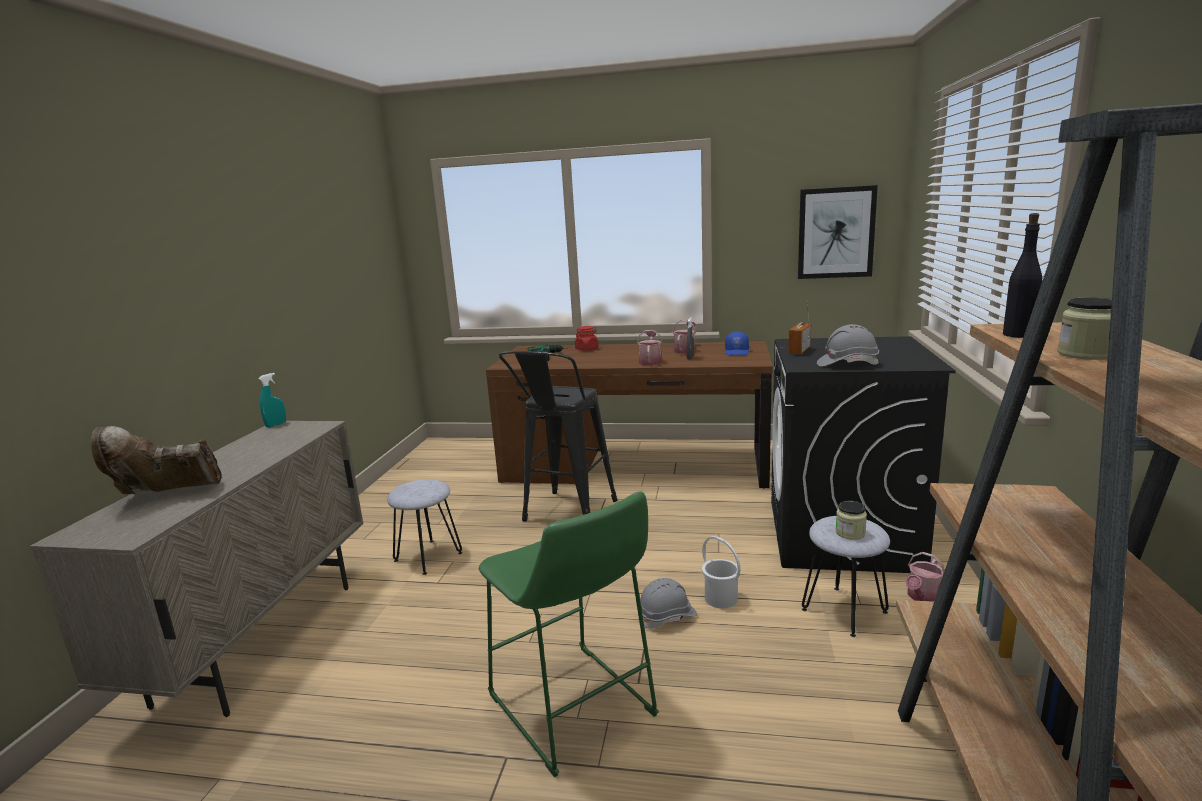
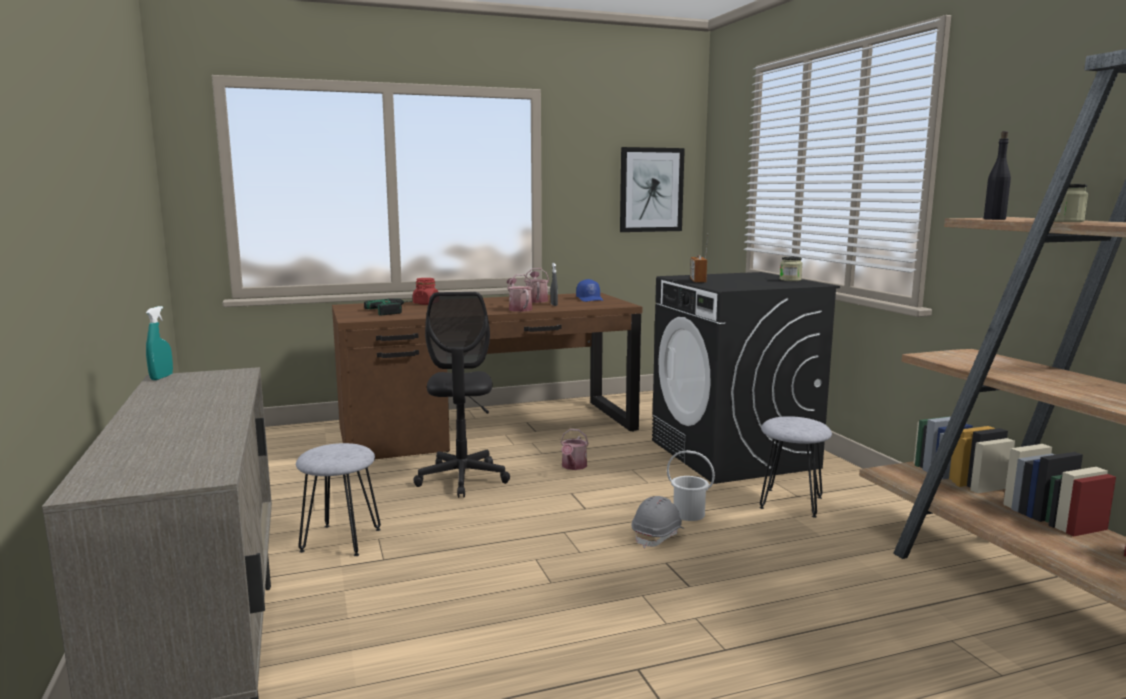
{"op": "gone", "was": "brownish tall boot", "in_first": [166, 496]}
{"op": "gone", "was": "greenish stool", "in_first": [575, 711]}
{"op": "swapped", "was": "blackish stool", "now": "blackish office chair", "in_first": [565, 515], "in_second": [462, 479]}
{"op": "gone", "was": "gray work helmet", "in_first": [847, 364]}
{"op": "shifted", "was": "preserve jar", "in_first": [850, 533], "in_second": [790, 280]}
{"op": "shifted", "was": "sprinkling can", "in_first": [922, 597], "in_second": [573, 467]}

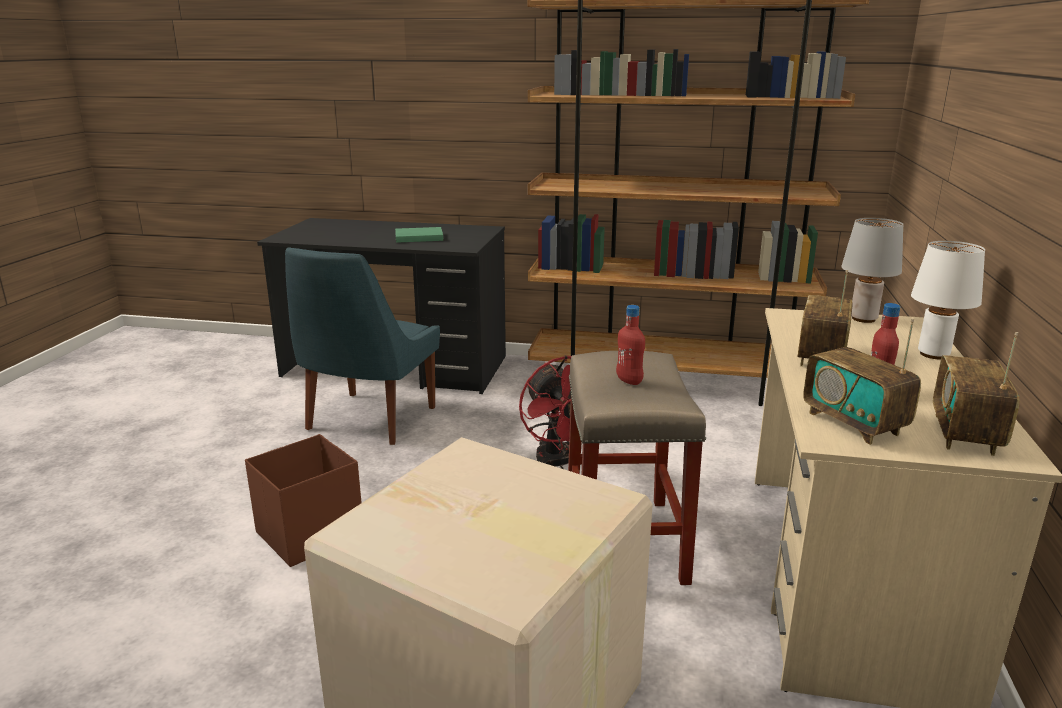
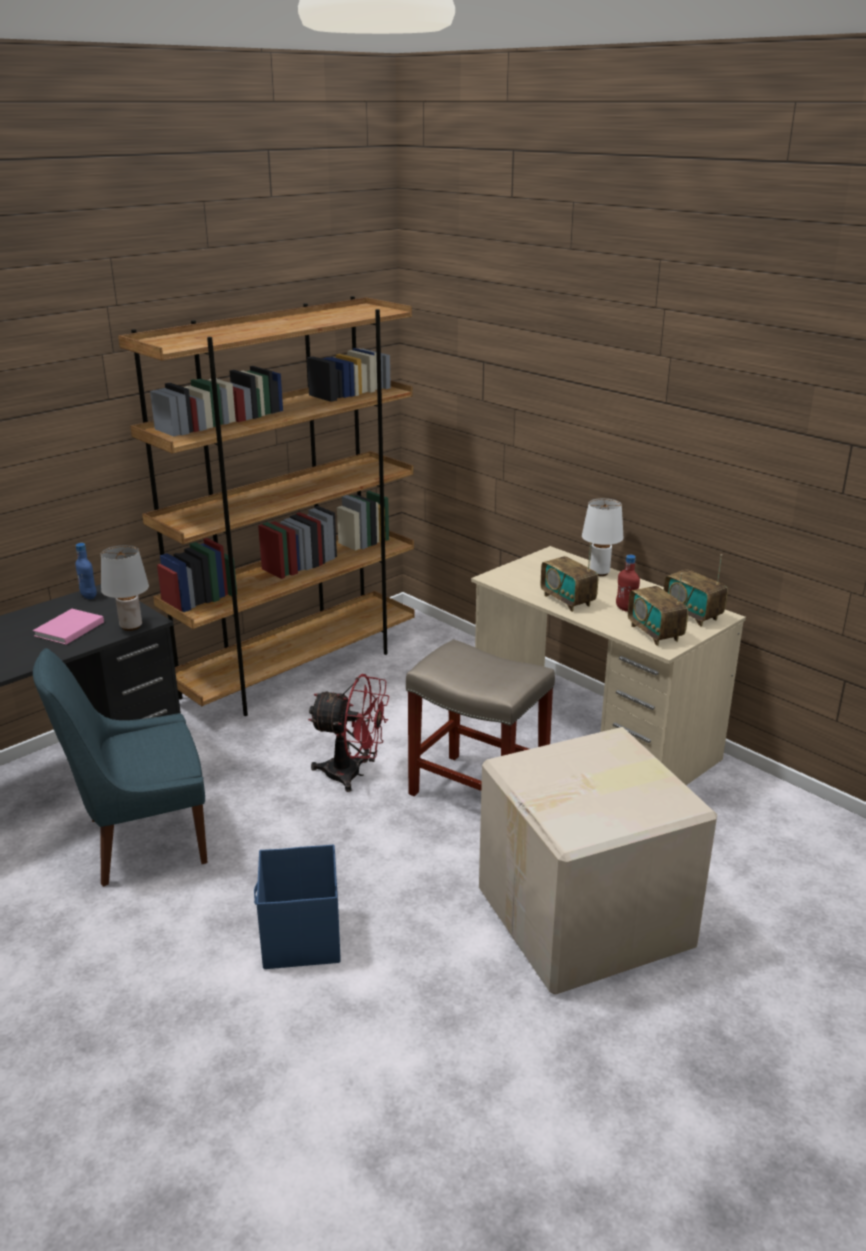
{"op": "repainted", "was": "brownish storage container", "now": "bluish storage container", "in_first": [308, 534], "in_second": [301, 939]}
{"op": "rotated", "was": "bluish chair", "in_first": [368, 420], "in_second": [141, 842], "clockwise": 105}
{"op": "repainted", "was": "greenish book", "now": "pink book", "in_first": [417, 237], "in_second": [67, 629]}
{"op": "gone", "was": "reddish bottle", "in_first": [629, 381]}
{"op": "rotated", "was": "radio set", "in_first": [854, 424], "in_second": [655, 633], "clockwise": 60}
{"op": "shifted", "was": "gray table lamp", "in_first": [864, 319], "in_second": [131, 626]}
{"op": "new", "now": "bluish bottle", "in_second": [89, 596]}

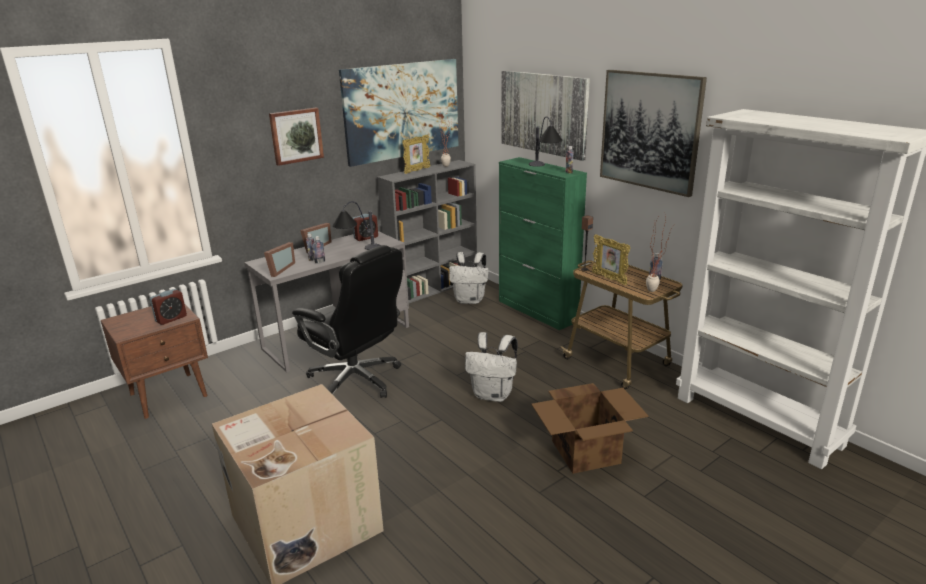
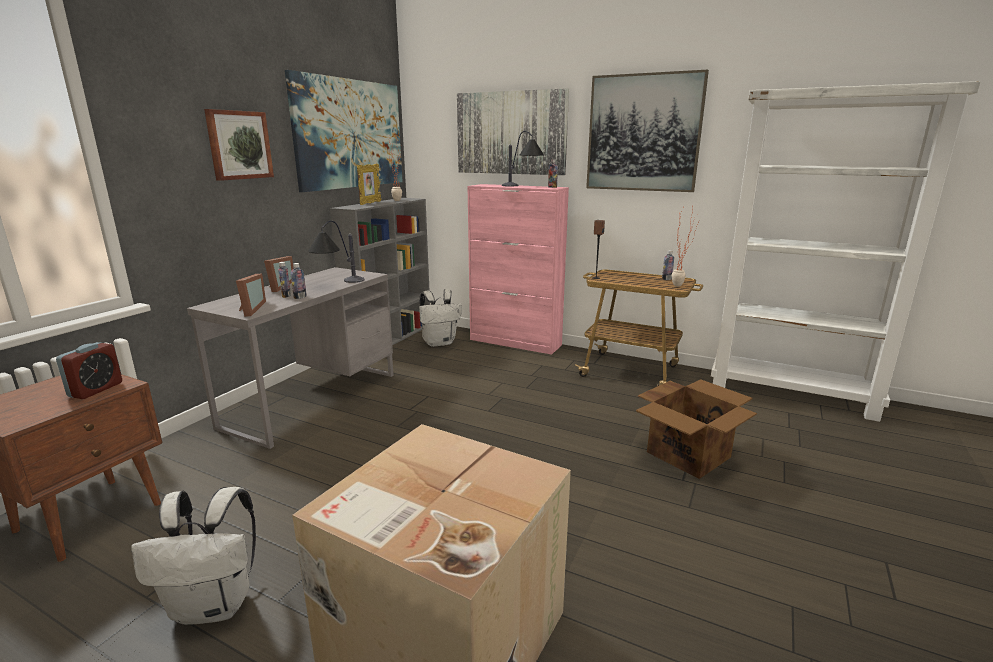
{"op": "gone", "was": "blackish office chair", "in_first": [356, 380]}
{"op": "gone", "was": "alarm clock", "in_first": [366, 238]}
{"op": "shifted", "was": "whitish backpack", "in_first": [493, 395], "in_second": [215, 605]}
{"op": "repainted", "was": "greenish cabinet", "now": "pink cabinet", "in_first": [537, 311], "in_second": [515, 342]}
{"op": "gone", "was": "picture frame", "in_first": [609, 279]}

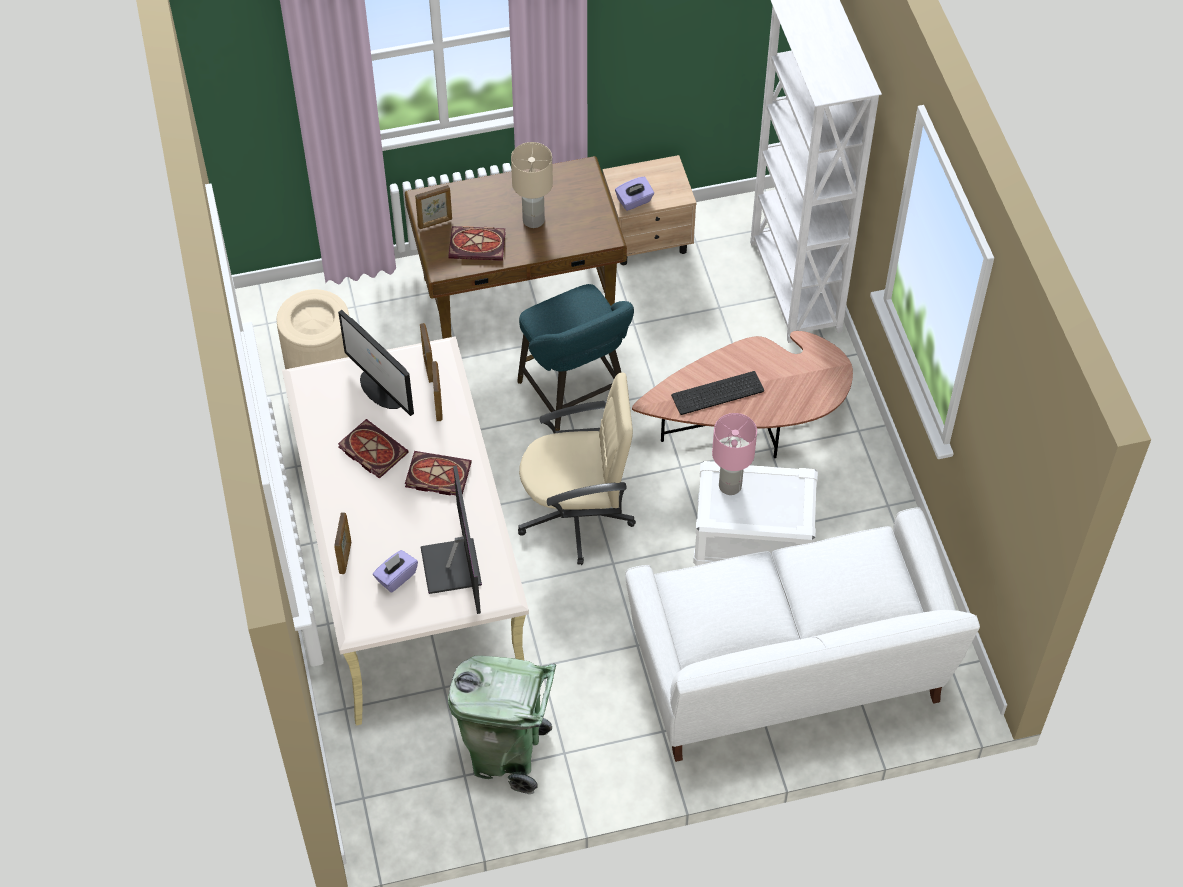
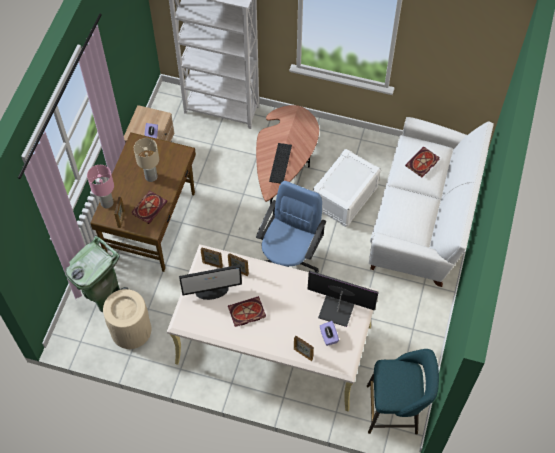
{"op": "shifted", "was": "book", "in_first": [436, 476], "in_second": [422, 163]}
{"op": "shifted", "was": "greenish rubbish bin", "in_first": [506, 755], "in_second": [103, 294]}
{"op": "shifted", "was": "blue-green stool", "in_first": [576, 399], "in_second": [396, 409]}
{"op": "repainted", "was": "beige-coloured office chair", "now": "bluish office chair", "in_first": [577, 515], "in_second": [289, 260]}
{"op": "shifted", "was": "pink table lamp", "in_first": [730, 486], "in_second": [107, 203]}

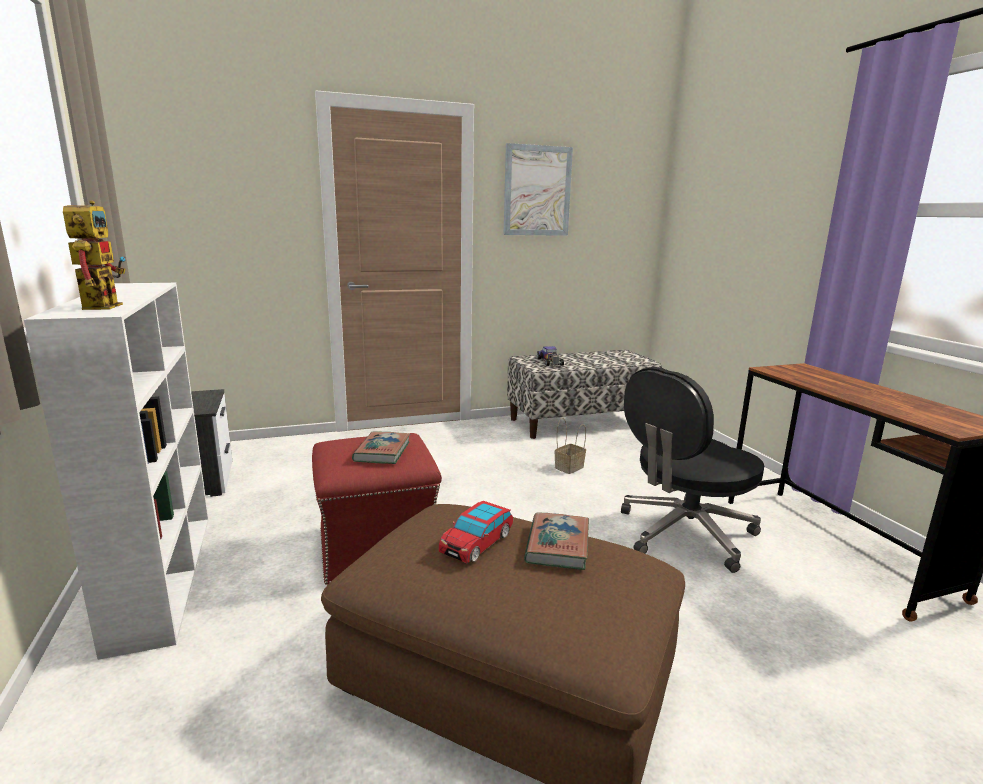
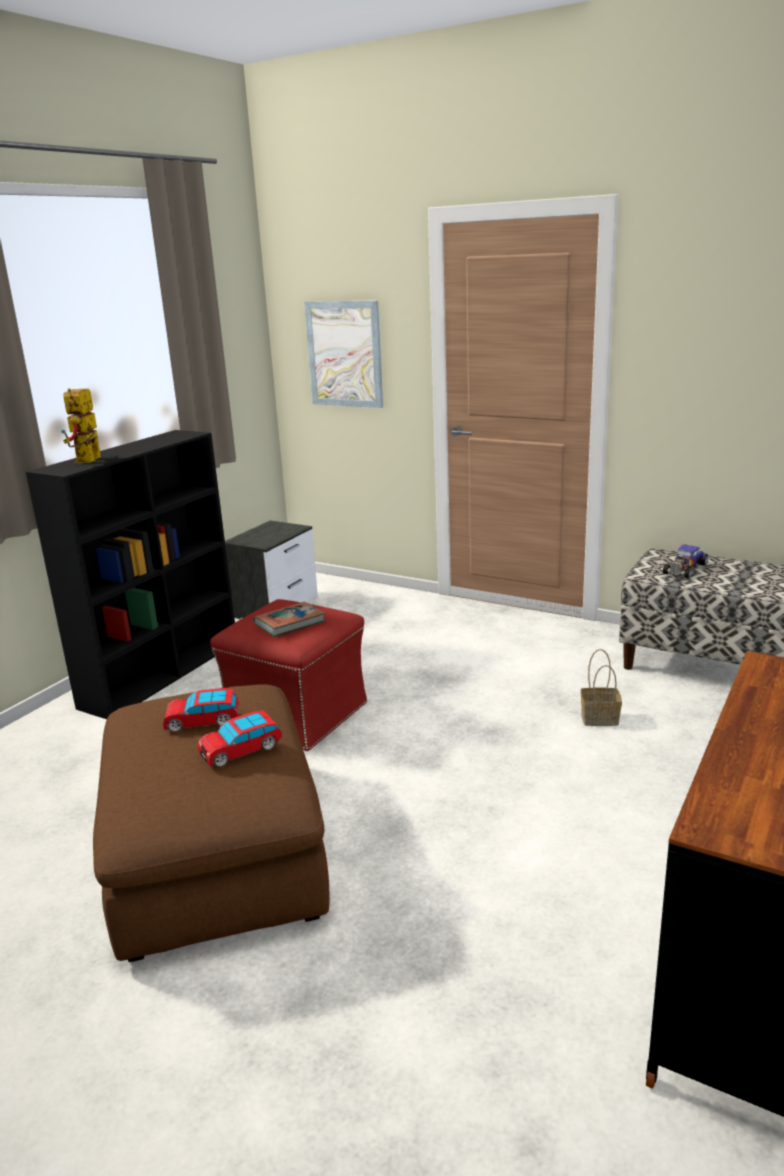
{"op": "repainted", "was": "whitish bookshelf", "now": "blackish bookshelf", "in_first": [163, 575], "in_second": [163, 673]}
{"op": "rotated", "was": "model robot", "in_first": [101, 305], "in_second": [88, 461], "clockwise": 150}
{"op": "shifted", "was": "wall art", "in_first": [537, 191], "in_second": [344, 354]}
{"op": "swapped", "was": "book", "now": "toy car", "in_first": [557, 545], "in_second": [241, 750]}
{"op": "gone", "was": "blackish office chair", "in_first": [684, 534]}

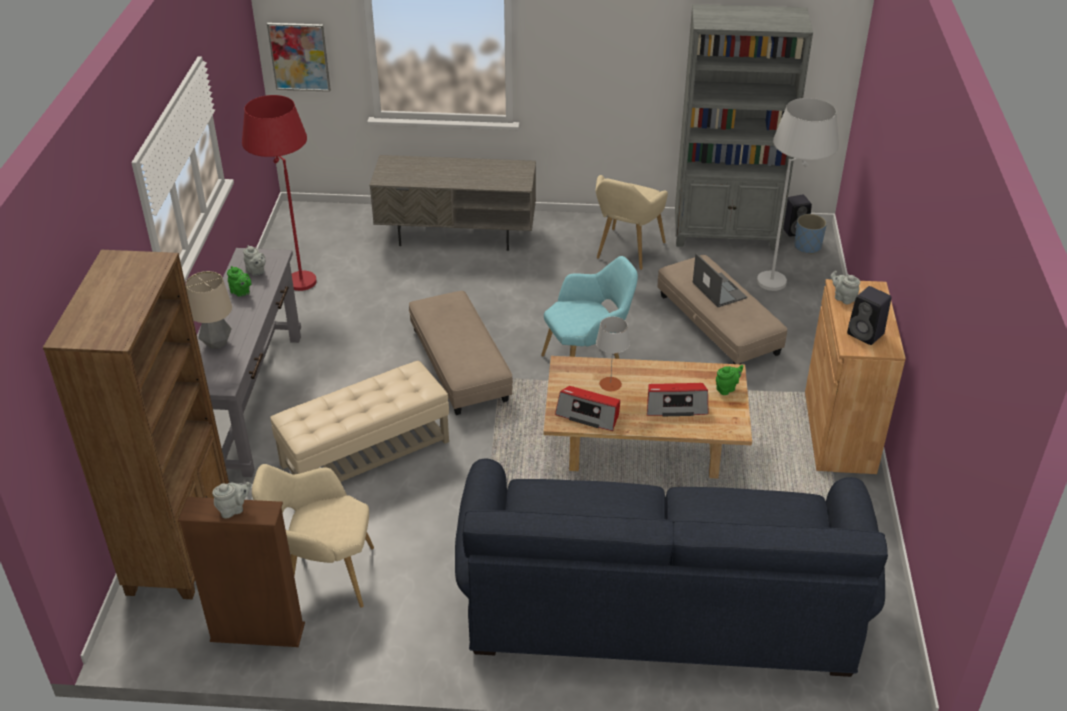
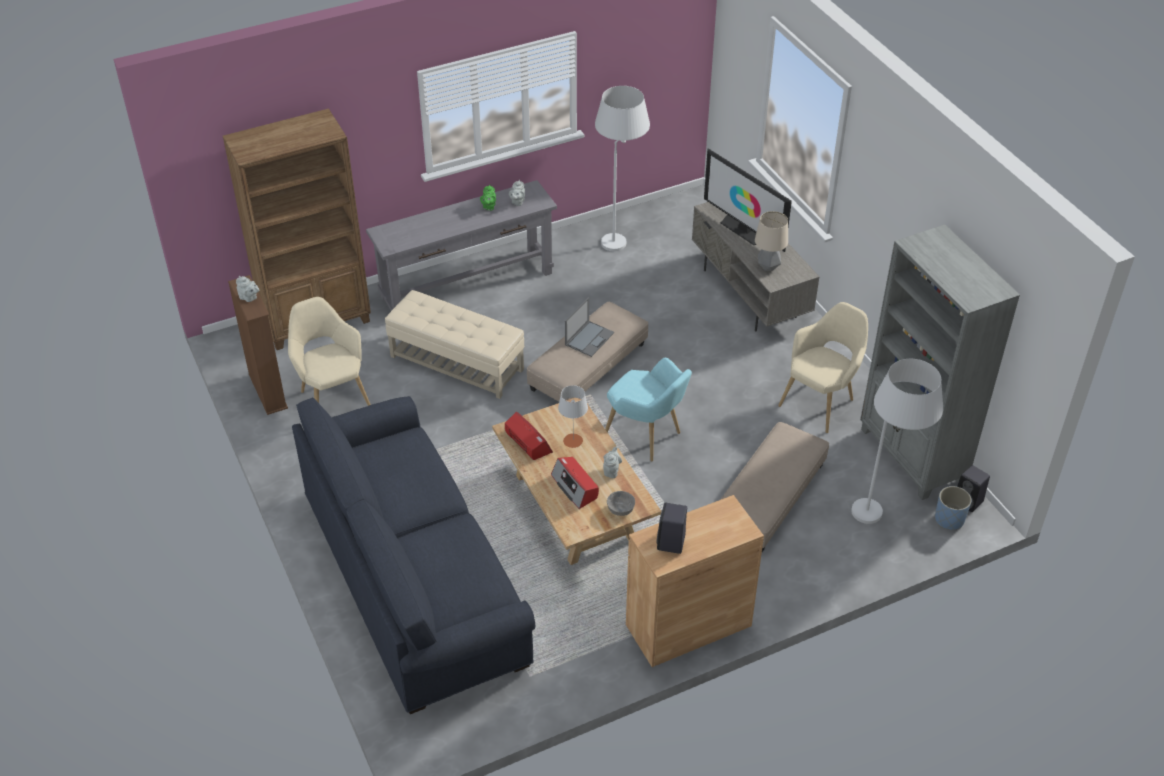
{"op": "shifted", "was": "table lamp", "in_first": [216, 343], "in_second": [768, 267]}
{"op": "repainted", "was": "reddish floor lamp", "now": "whitish floor lamp", "in_first": [294, 274], "in_second": [619, 235]}
{"op": "gone", "was": "wall art", "in_first": [299, 57]}
{"op": "rotated", "was": "radio set", "in_first": [588, 414], "in_second": [528, 442], "clockwise": 150}
{"op": "rotated", "was": "beige-coloured lounge chair", "in_first": [626, 252], "in_second": [821, 401], "clockwise": 135}
{"op": "shifted", "was": "laptop", "in_first": [718, 290], "in_second": [589, 338]}
{"op": "swapped", "was": "greenish pot for tea", "now": "gray serving bowl", "in_first": [727, 388], "in_second": [620, 510]}
{"op": "shifted", "was": "gray pot for tea", "in_first": [843, 298], "in_second": [611, 471]}
{"op": "new", "now": "TV", "in_second": [744, 230]}

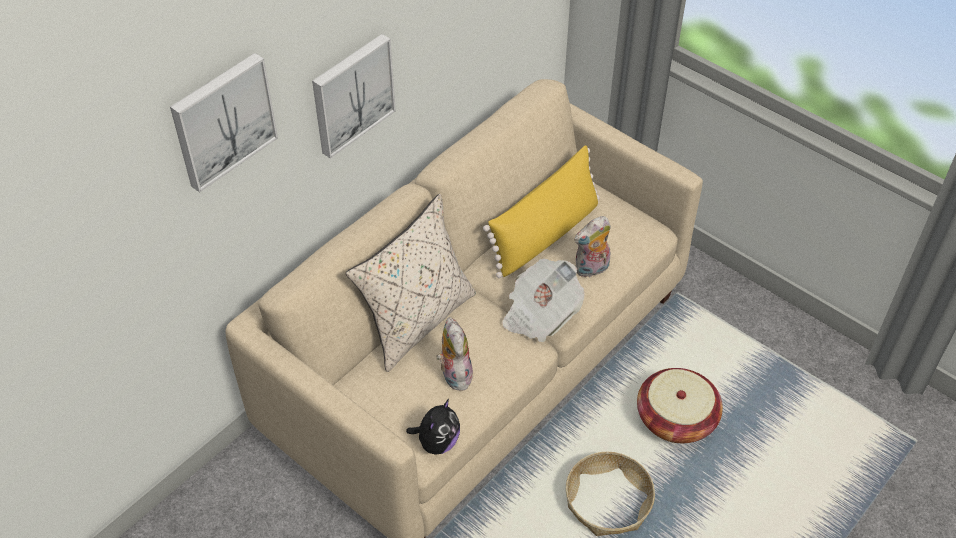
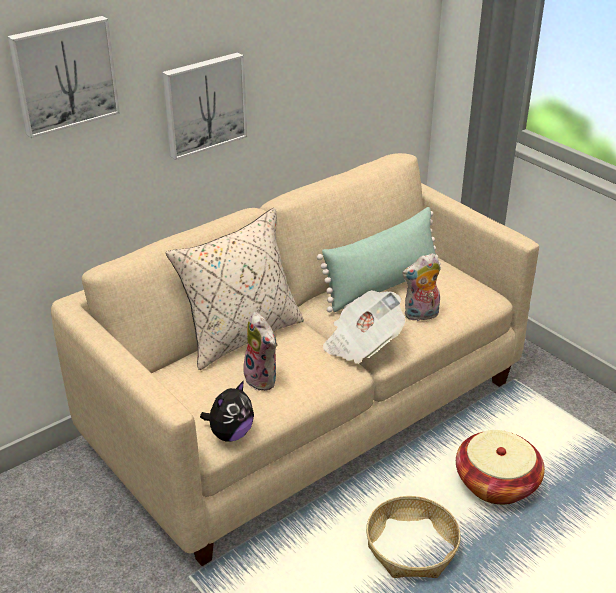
{"op": "rotated", "was": "cuddly toy", "in_first": [454, 374], "in_second": [263, 379], "clockwise": 150}
{"op": "repainted", "was": "yellowish pillow", "now": "greenish pillow", "in_first": [545, 234], "in_second": [382, 286]}

